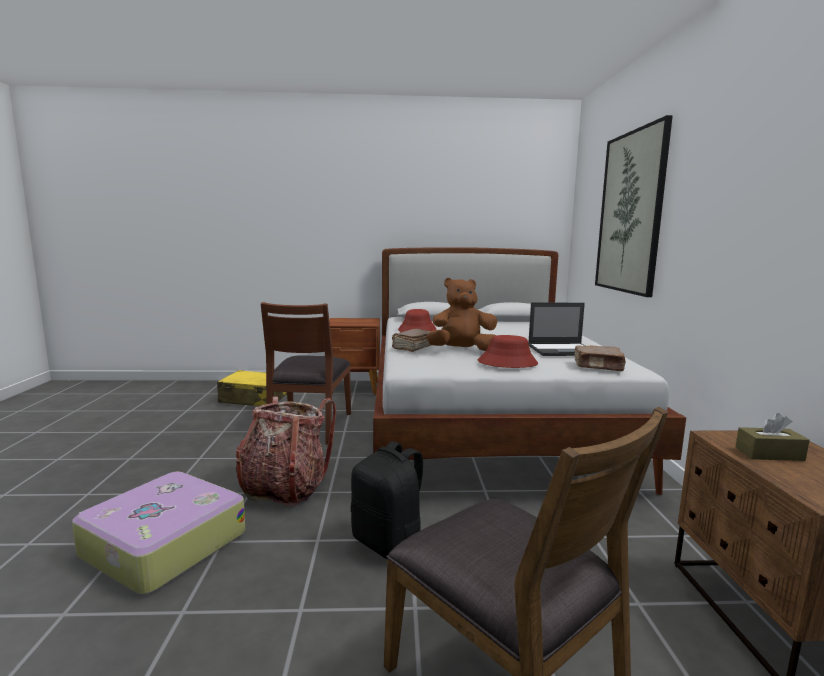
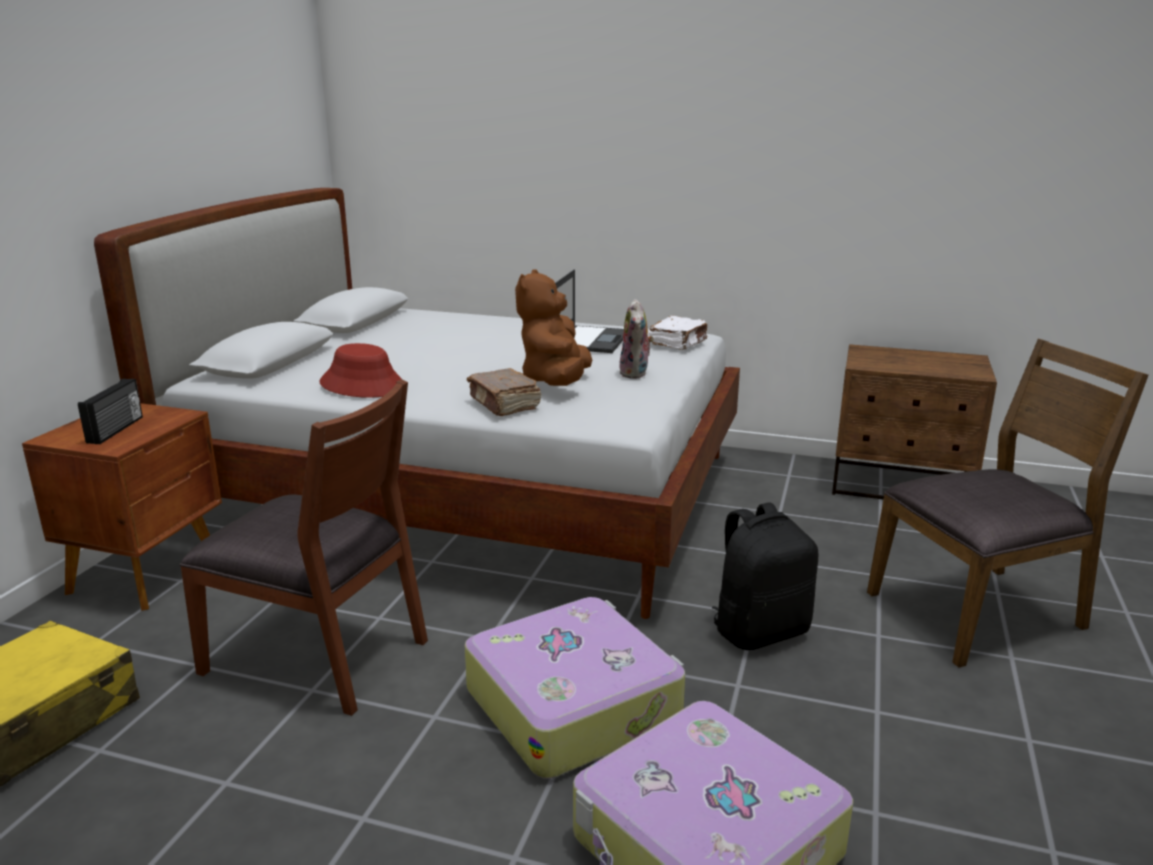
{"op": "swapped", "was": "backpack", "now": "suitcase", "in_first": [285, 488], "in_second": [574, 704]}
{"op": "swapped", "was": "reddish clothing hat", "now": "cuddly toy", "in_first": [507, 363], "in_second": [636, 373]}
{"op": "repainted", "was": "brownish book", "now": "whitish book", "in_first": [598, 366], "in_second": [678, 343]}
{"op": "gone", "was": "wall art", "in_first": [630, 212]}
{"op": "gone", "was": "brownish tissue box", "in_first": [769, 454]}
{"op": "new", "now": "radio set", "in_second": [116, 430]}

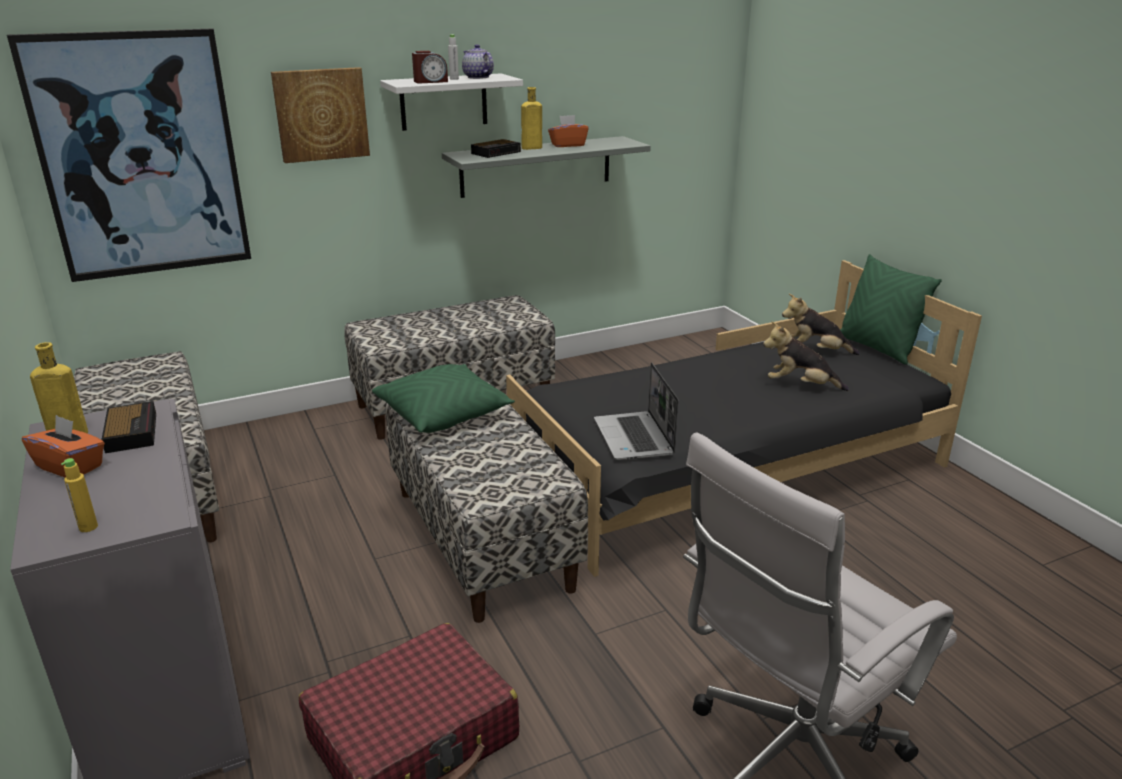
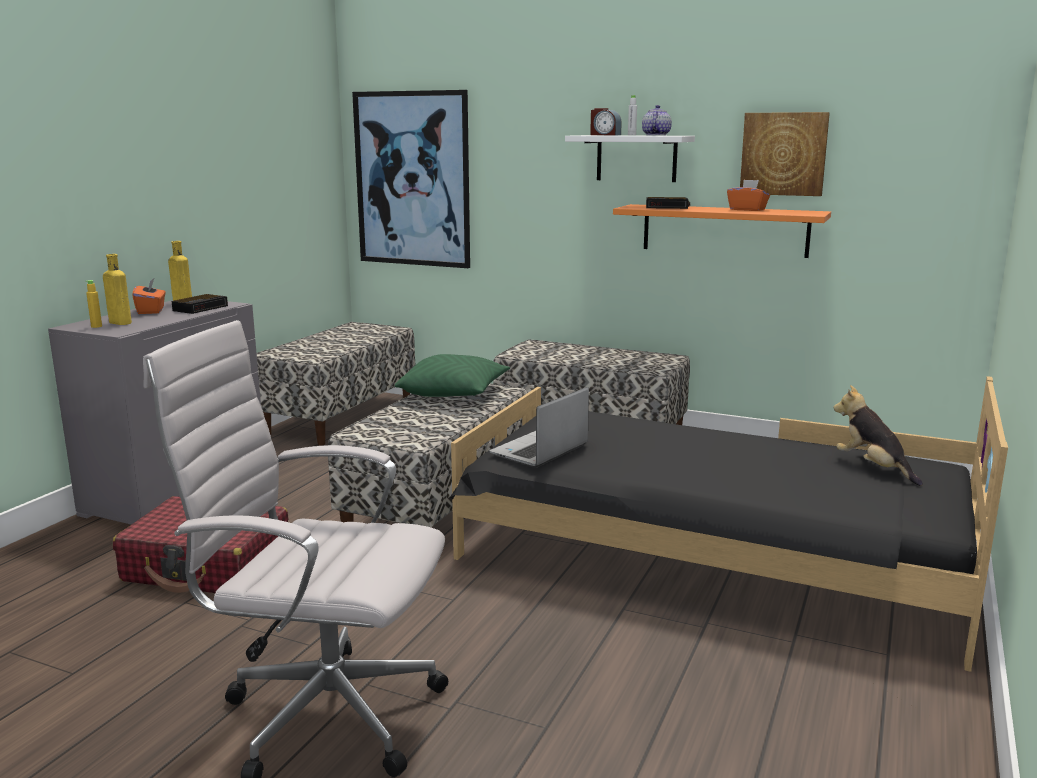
{"op": "shifted", "was": "wall art", "in_first": [321, 114], "in_second": [783, 154]}
{"op": "repainted", "was": "gray wall shelf", "now": "orange wall shelf", "in_first": [536, 166], "in_second": [724, 230]}
{"op": "shifted", "was": "yellowish bottle", "in_first": [530, 148], "in_second": [119, 322]}
{"op": "gone", "was": "cuddly toy", "in_first": [800, 386]}
{"op": "gone", "was": "greenish pillow", "in_first": [877, 348]}

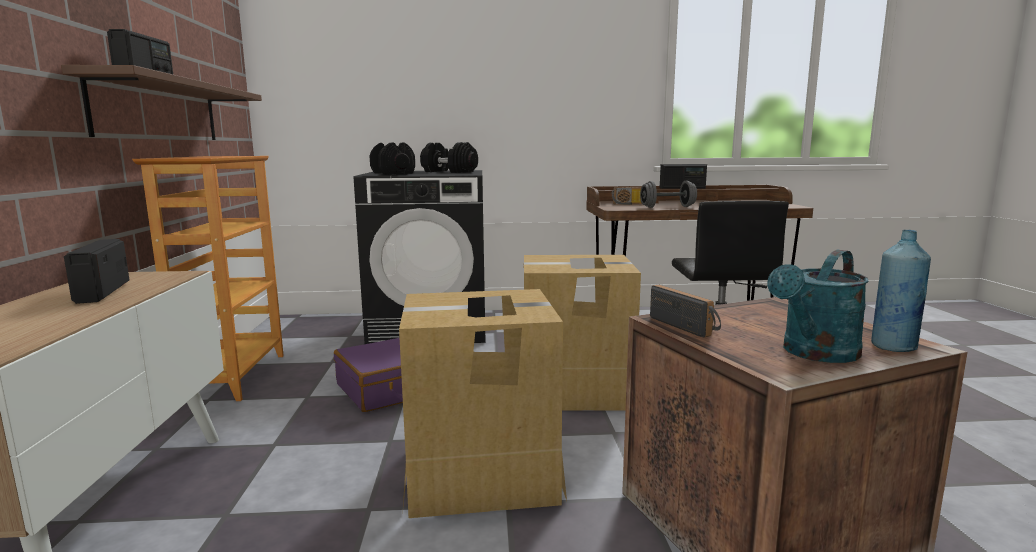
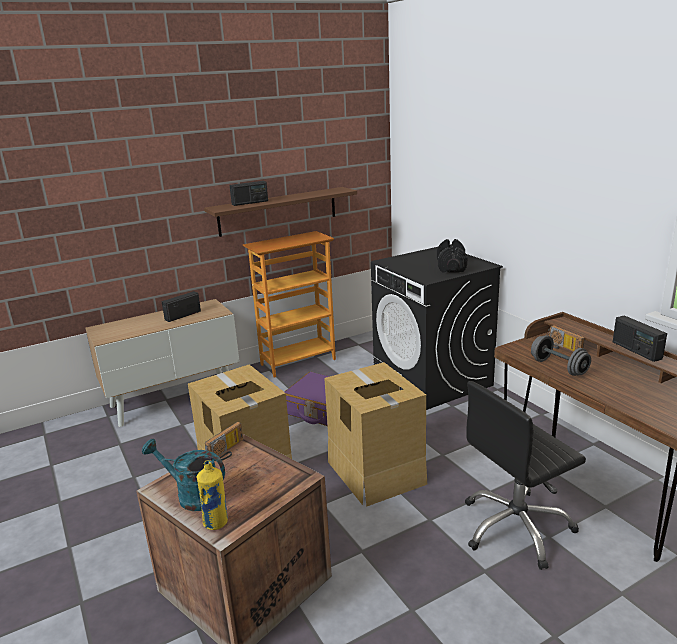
{"op": "gone", "was": "blackish dumbbell", "in_first": [392, 173]}
{"op": "repainted", "was": "bluish bottle", "now": "yellowish bottle", "in_first": [893, 347], "in_second": [216, 523]}

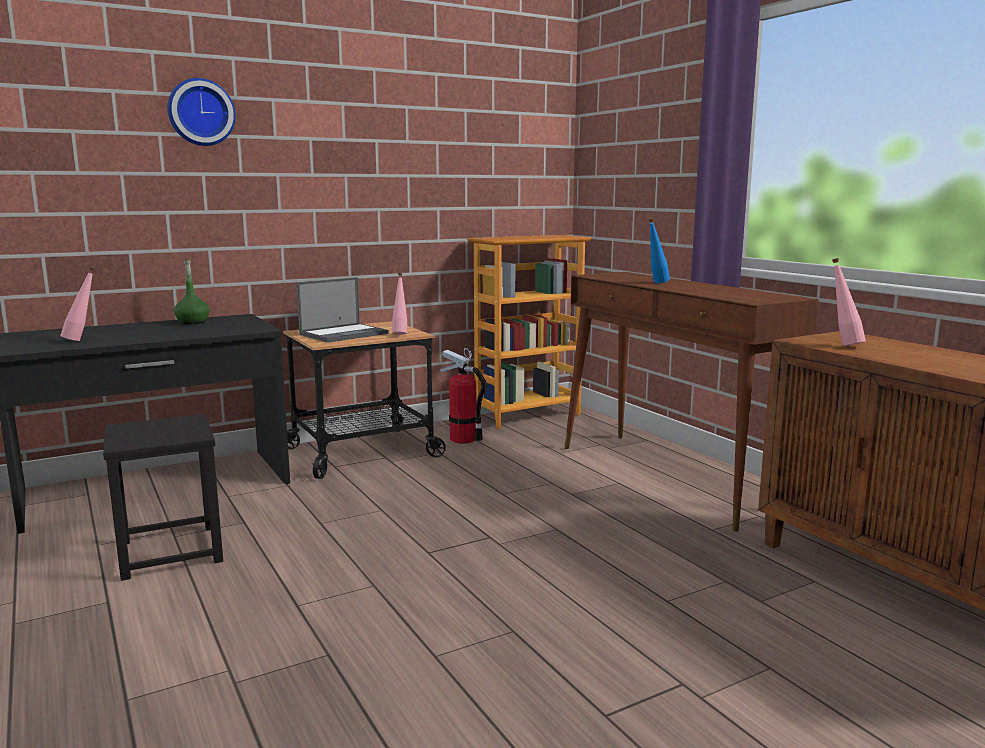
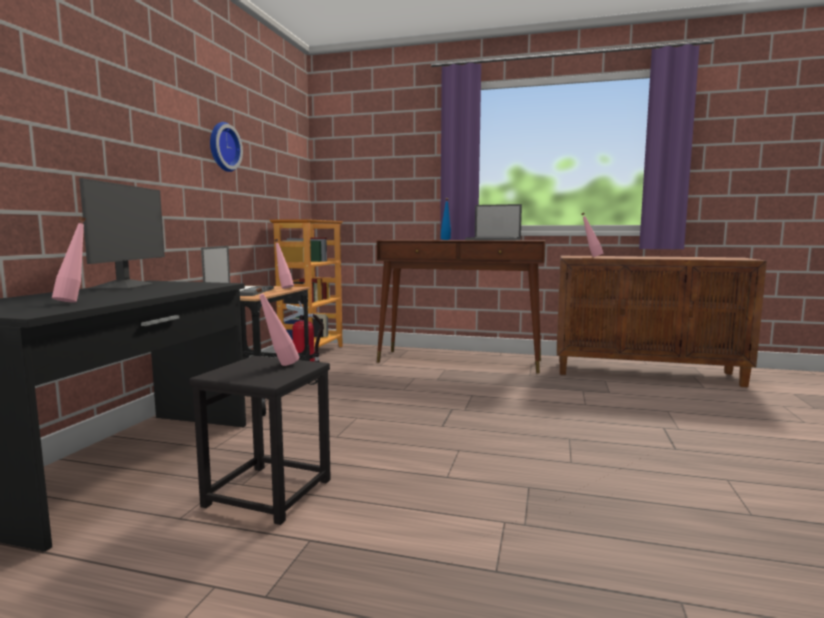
{"op": "shifted", "was": "clock on the wall", "in_first": [201, 112], "in_second": [222, 147]}
{"op": "swapped", "was": "greenish bottle", "now": "computer screen", "in_first": [192, 322], "in_second": [124, 286]}
{"op": "new", "now": "pink bottle", "in_second": [279, 365]}
{"op": "new", "now": "laptop", "in_second": [494, 240]}

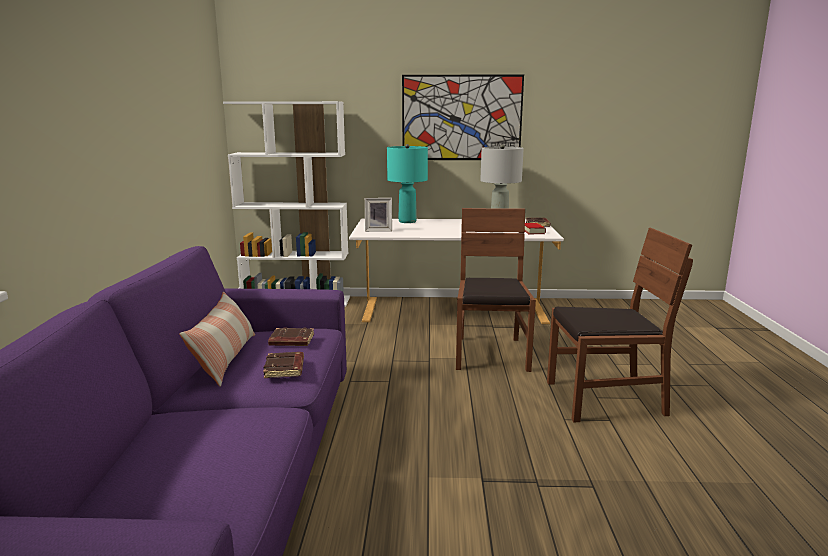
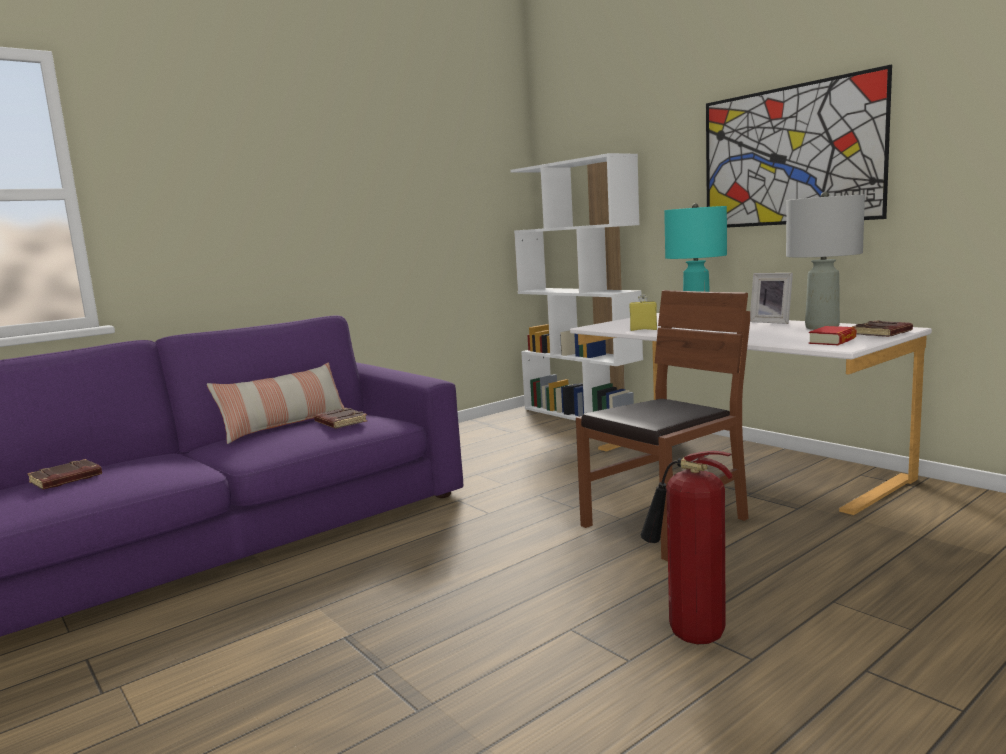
{"op": "shifted", "was": "brownish book", "in_first": [285, 369], "in_second": [66, 480]}
{"op": "shifted", "was": "picture frame", "in_first": [378, 230], "in_second": [772, 322]}
{"op": "swapped", "was": "brownish chair", "now": "fire-fighting cylinder", "in_first": [604, 399], "in_second": [689, 635]}
{"op": "new", "now": "yellowish bottle", "in_second": [643, 330]}

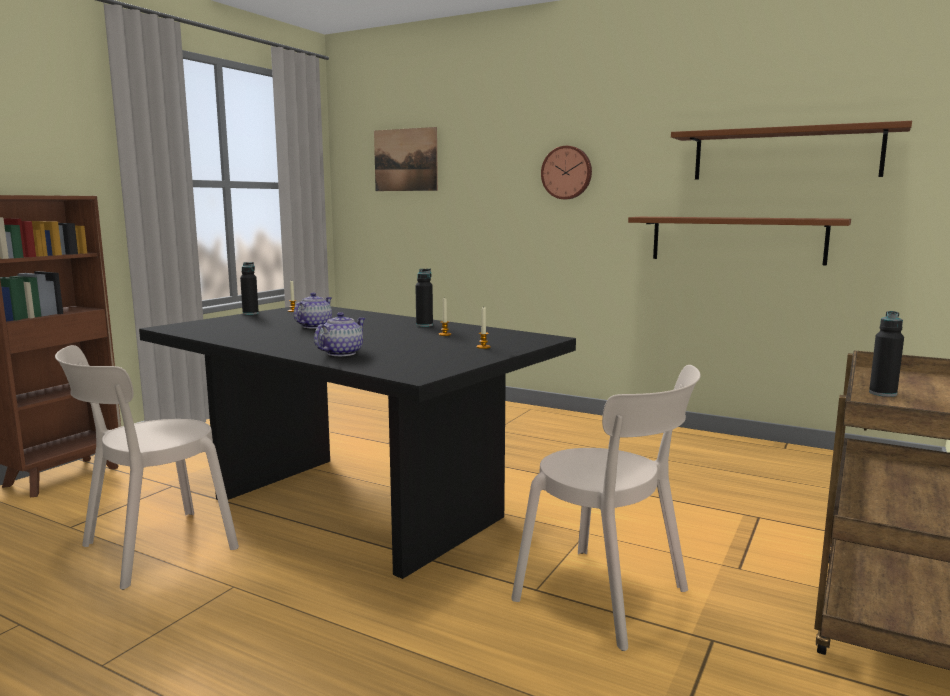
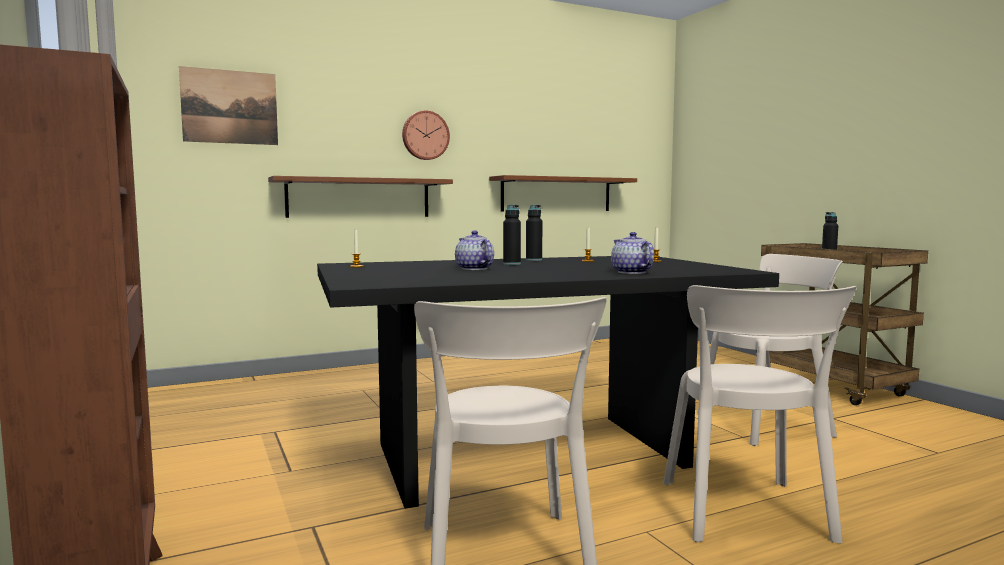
{"op": "shifted", "was": "blackish bottle", "in_first": [250, 313], "in_second": [511, 264]}
{"op": "shifted", "was": "brownish wall shelf", "in_first": [785, 154], "in_second": [359, 198]}
{"op": "new", "now": "beige-coloured chair", "in_second": [746, 514]}

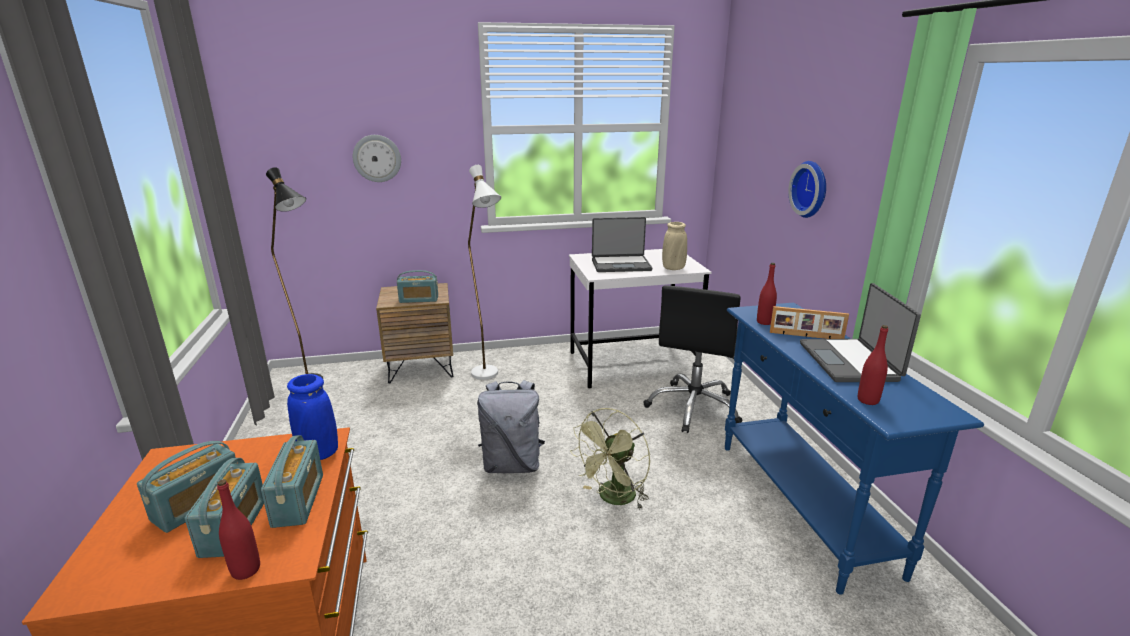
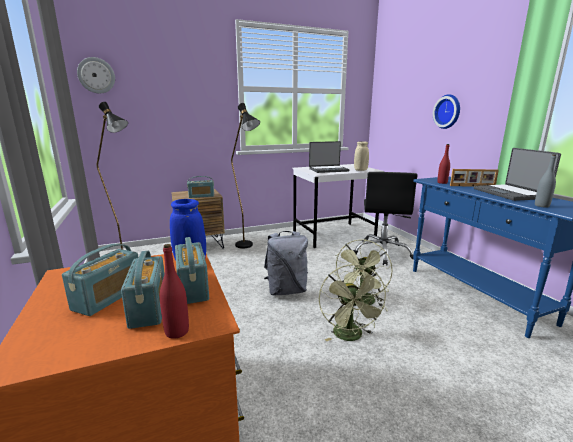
{"op": "shifted", "was": "clock on the wall", "in_first": [377, 158], "in_second": [96, 75]}
{"op": "repainted", "was": "whitish floor lamp", "now": "blackish floor lamp", "in_first": [489, 377], "in_second": [247, 247]}
{"op": "repainted", "was": "reddish bottle", "now": "gray bottle", "in_first": [868, 400], "in_second": [541, 206]}
{"op": "new", "now": "greenish cooling fan", "in_second": [350, 337]}

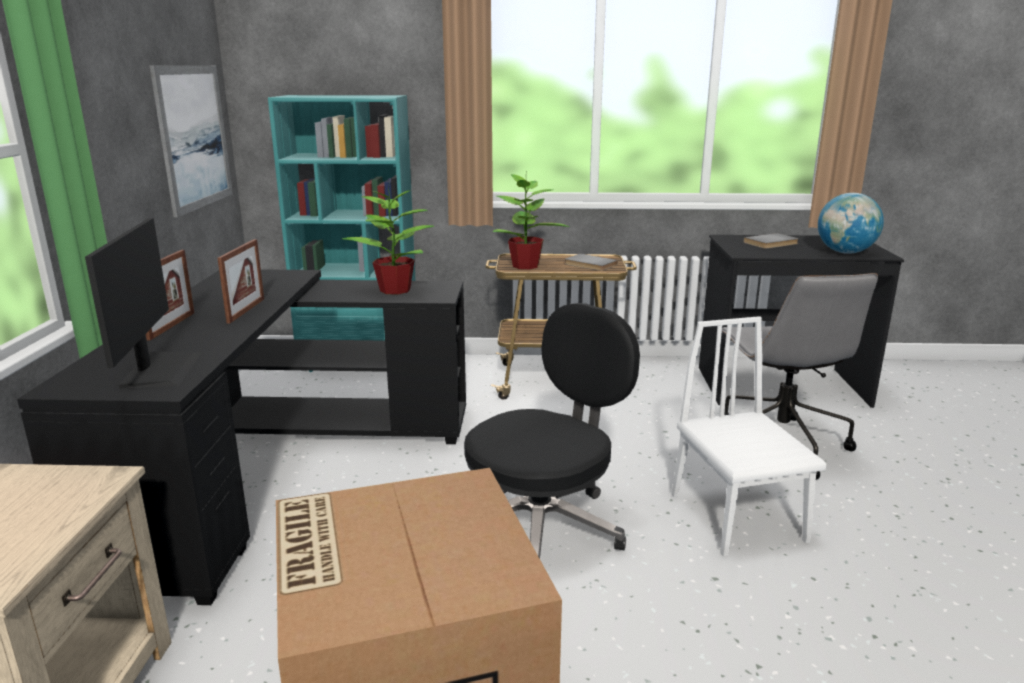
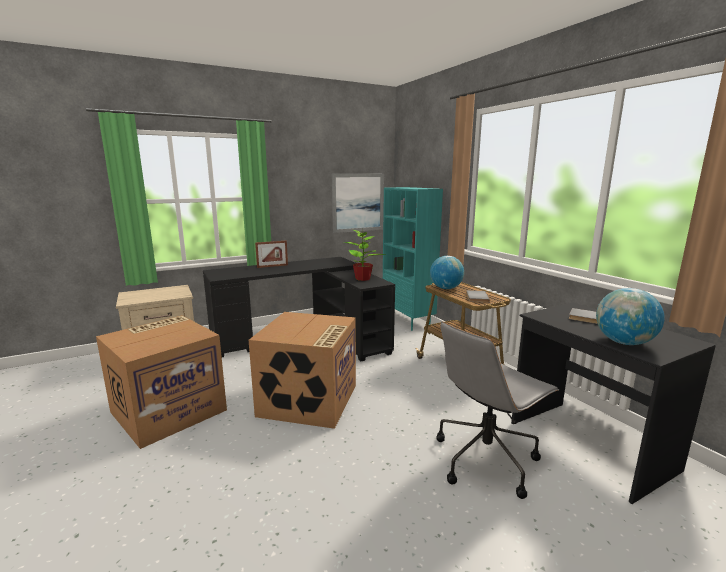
{"op": "gone", "was": "computer screen", "in_first": [160, 369]}
{"op": "gone", "was": "picture frame", "in_first": [246, 310]}
{"op": "swapped", "was": "blackish office chair", "now": "packing box", "in_first": [544, 527], "in_second": [309, 401]}
{"op": "swapped", "was": "plant in a pot", "now": "world globe", "in_first": [525, 266], "in_second": [446, 288]}
{"op": "gone", "was": "whitish chair", "in_first": [737, 517]}

